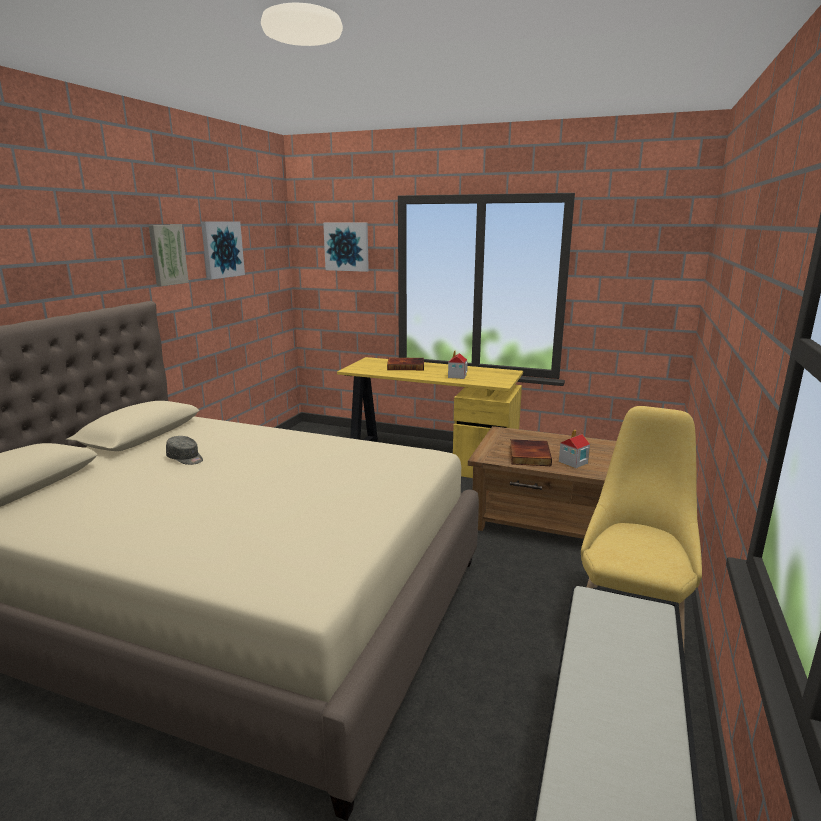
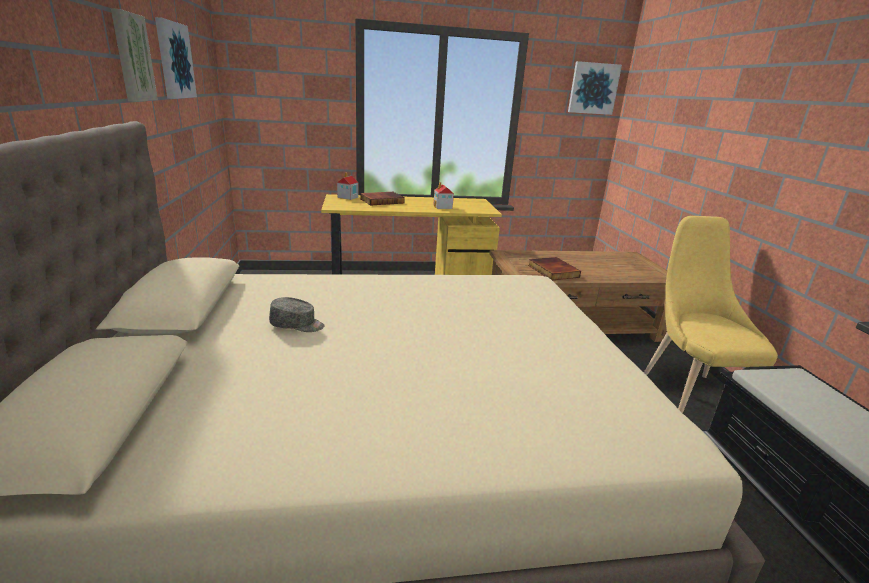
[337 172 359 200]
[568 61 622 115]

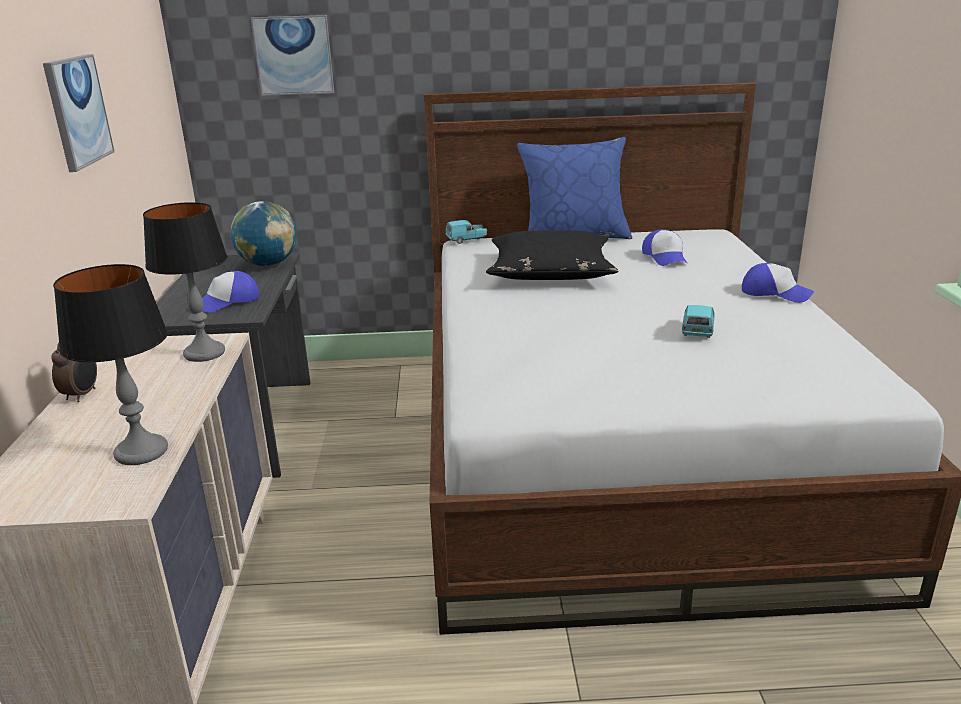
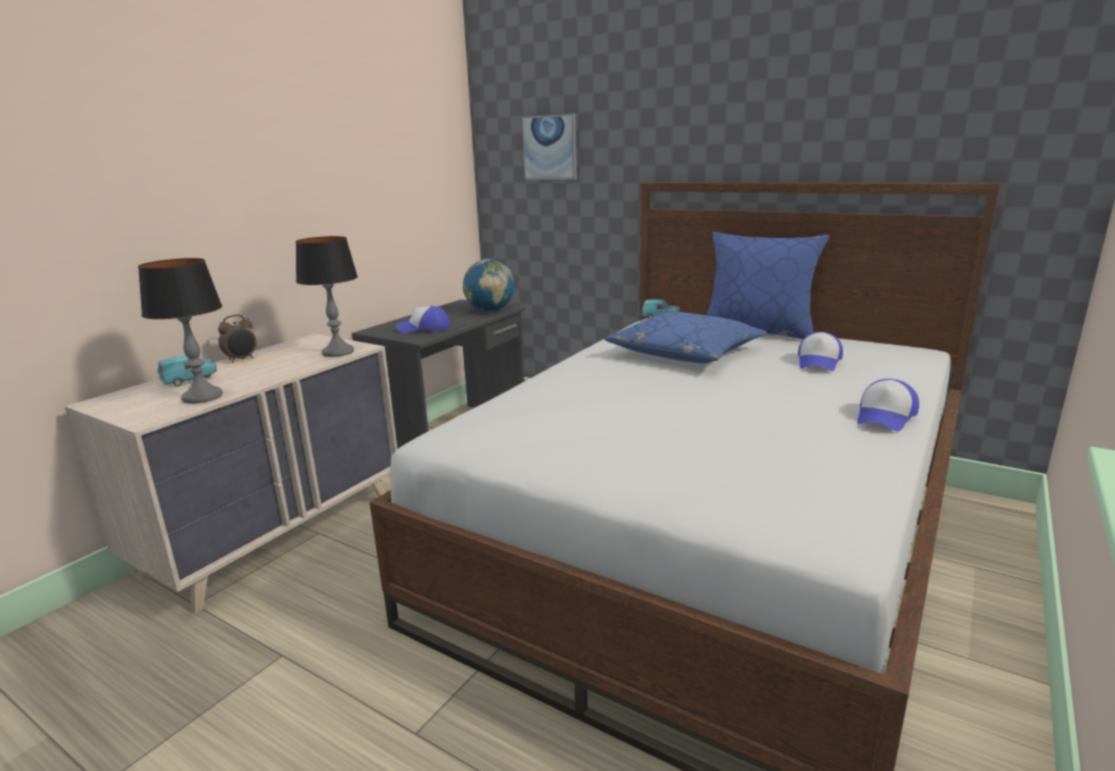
[157 356 217 387]
[604 312 767 363]
[857 379 919 431]
[43 54 114 172] (first image)

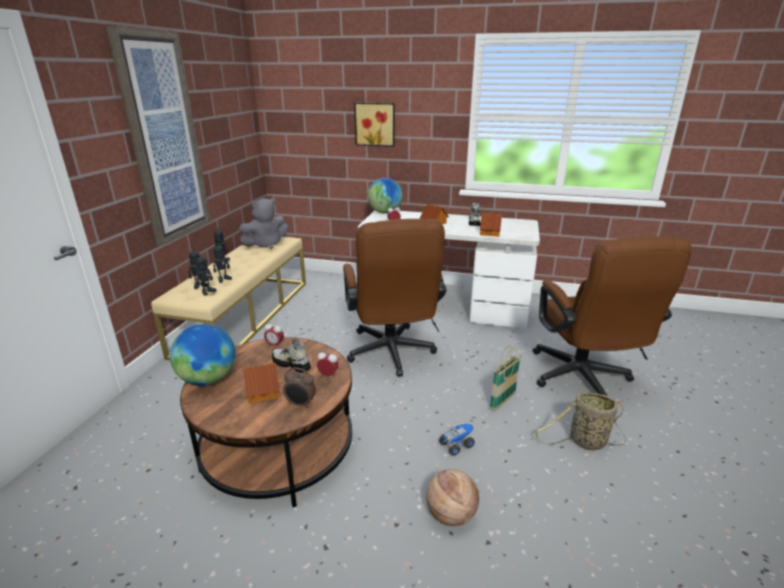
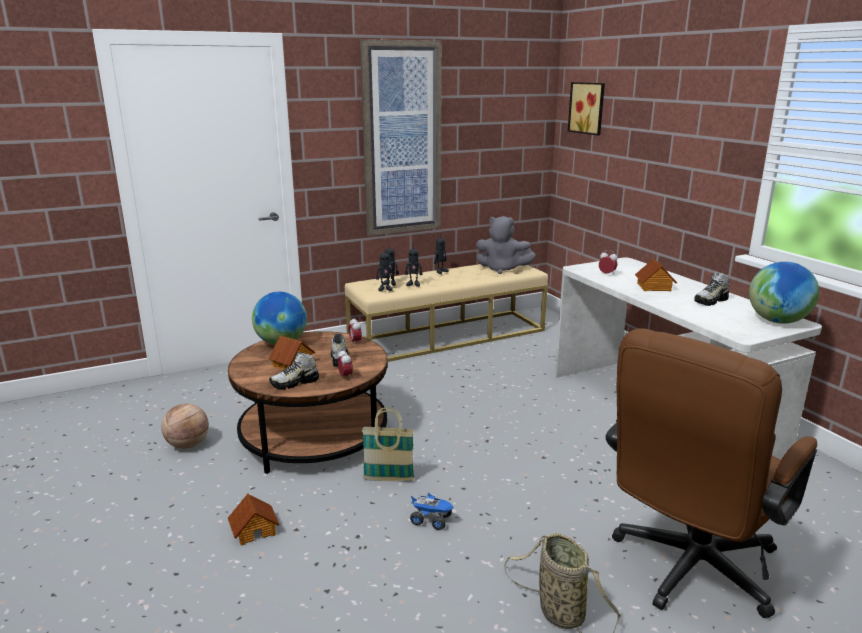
[161 403 209 448]
[228 493 280 546]
[269 352 319 390]
[362 407 415 481]
[568 82 605 135]
[749 262 819 324]
[343 219 446 377] (first image)

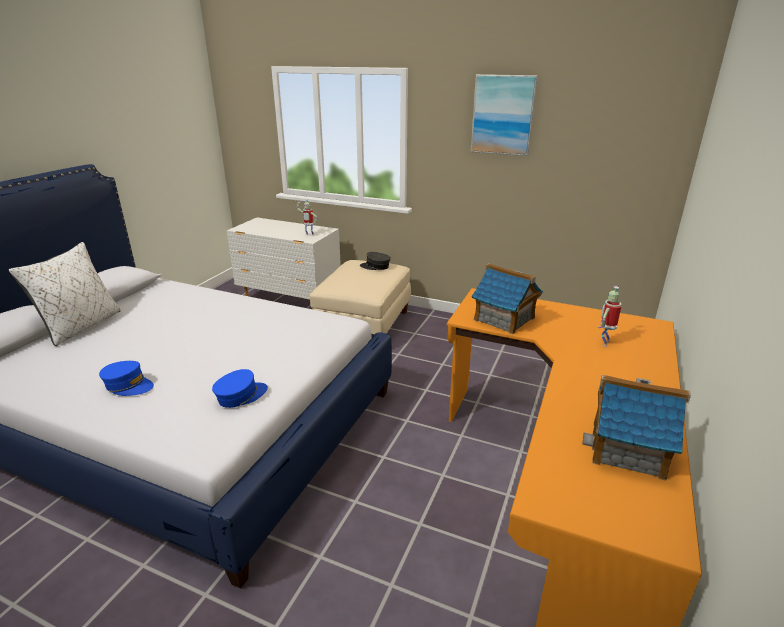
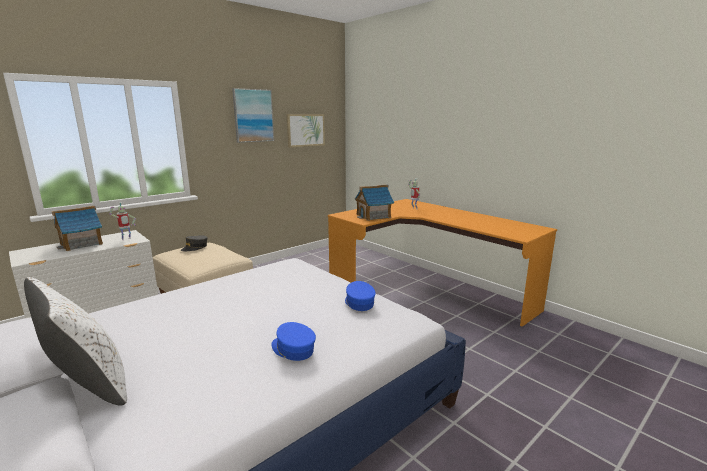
[52 206 103 251]
[271 322 316 361]
[287 114 325 148]

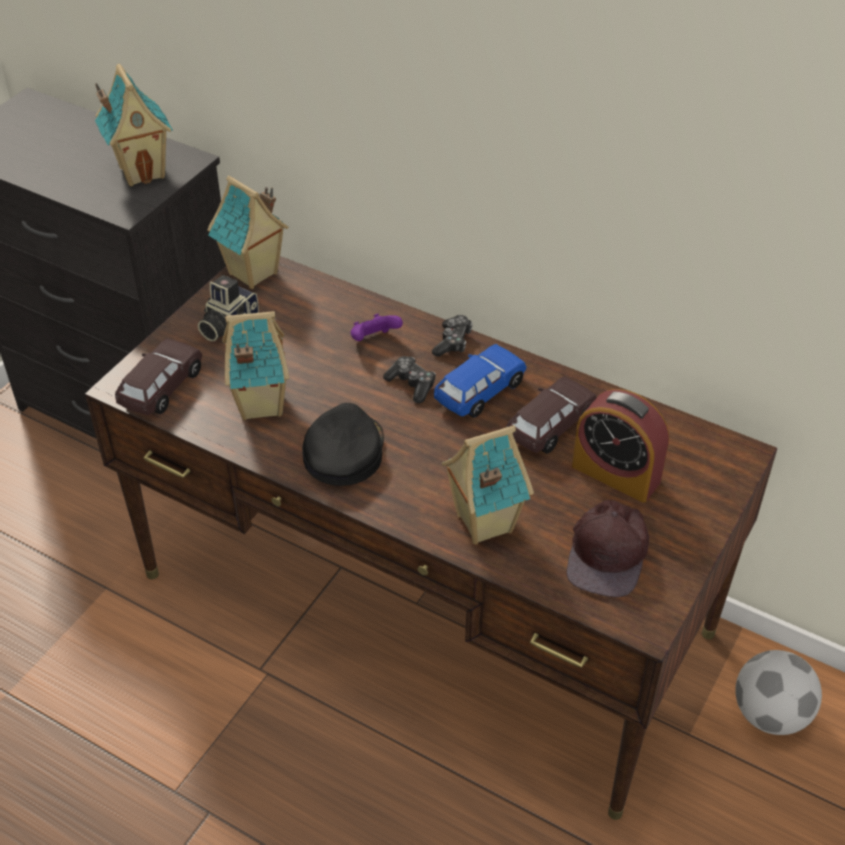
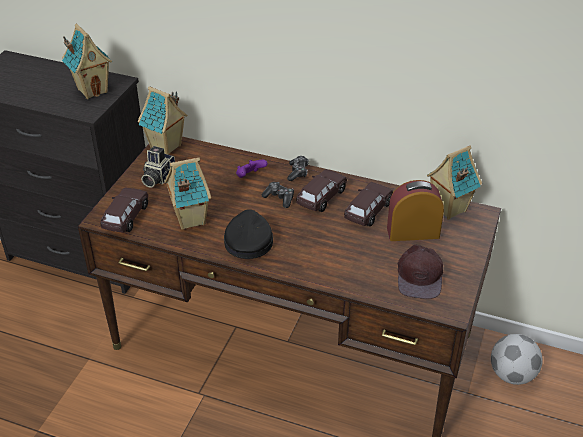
[296 169 347 212]
[387 180 444 241]
[427 146 482 220]

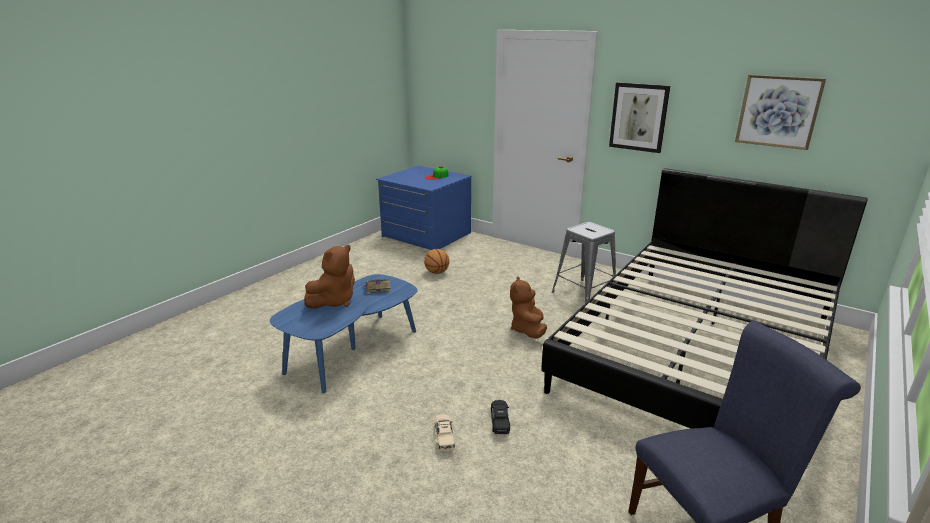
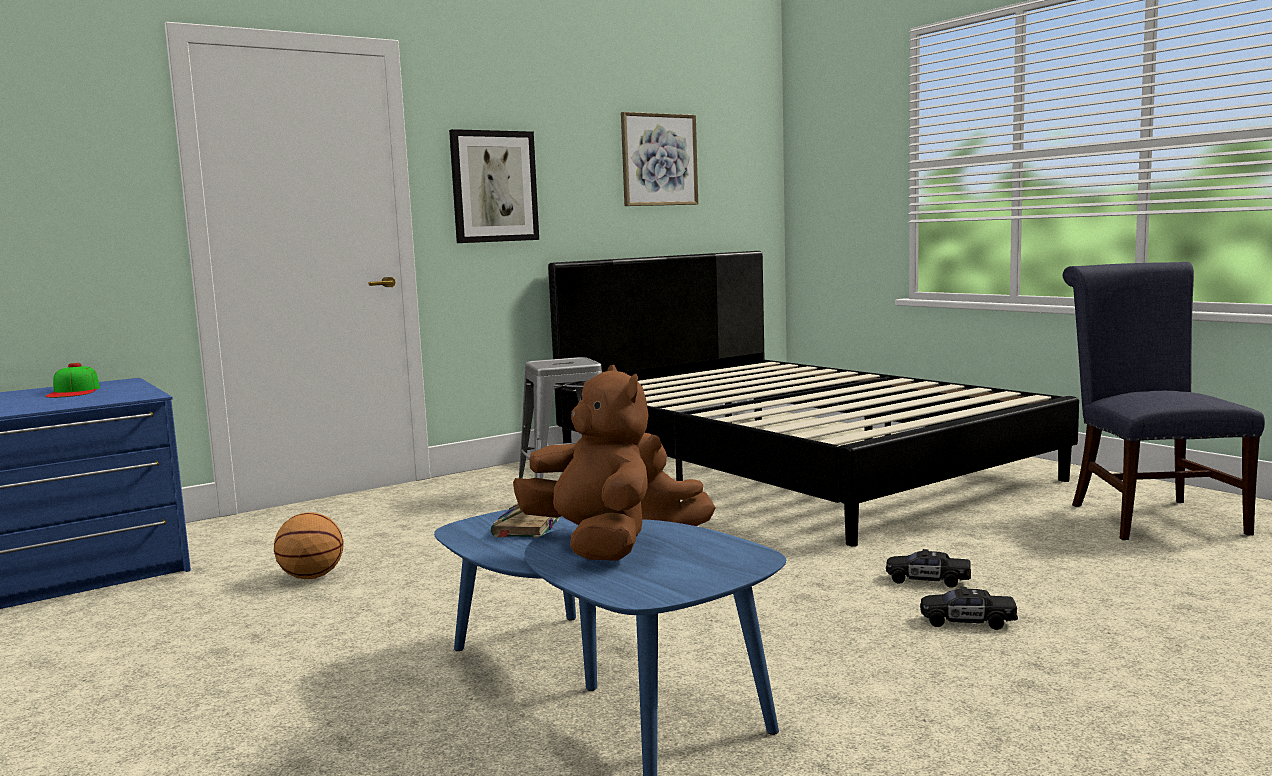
[920 587 1018 630]

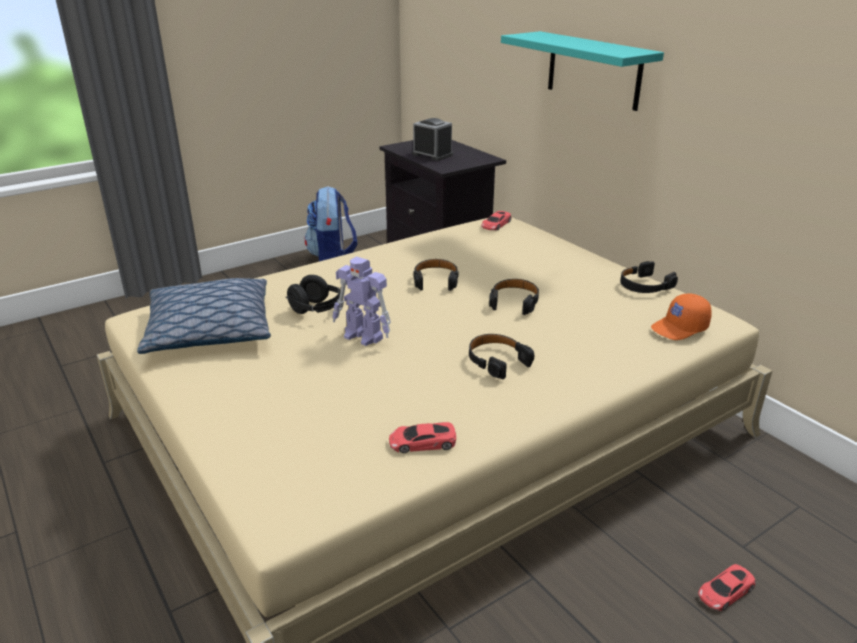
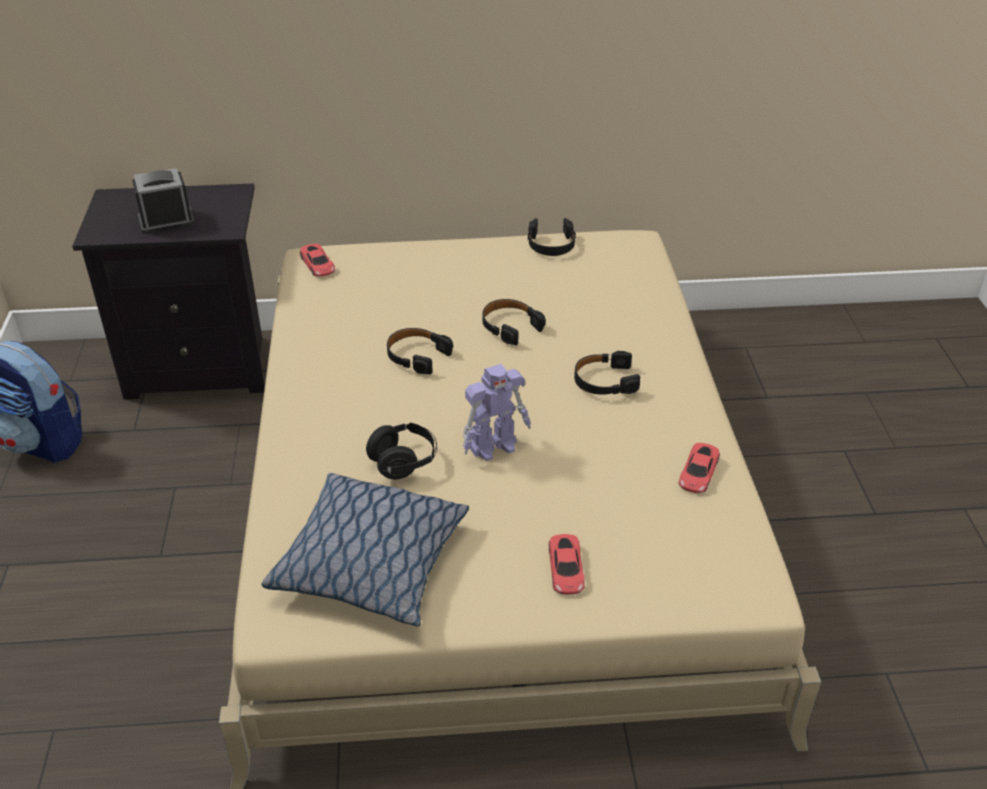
[549 534 585 595]
[501 31 664 111] (first image)
[651 294 712 340] (first image)

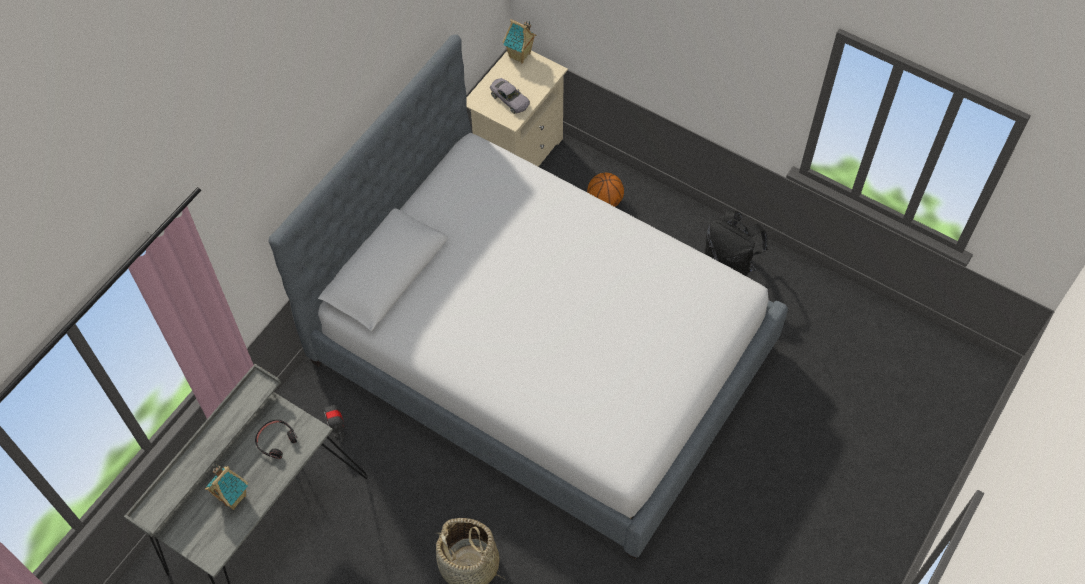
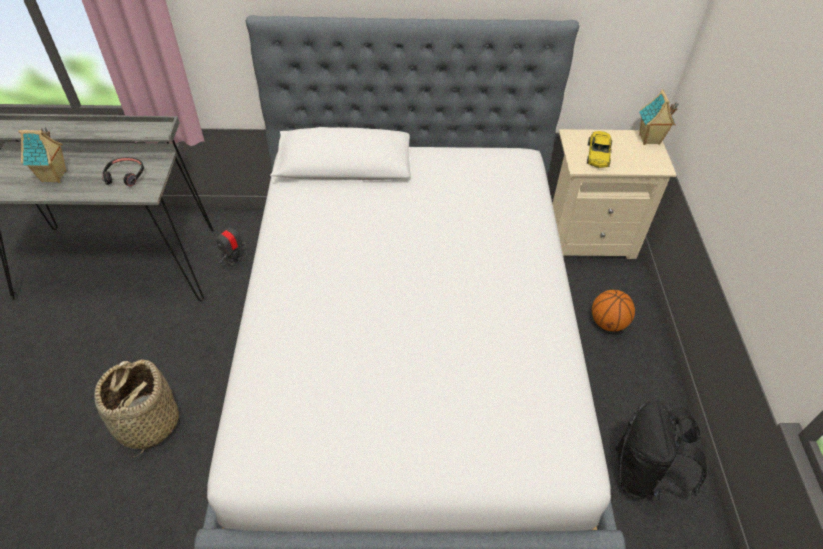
[587 131 612 168]

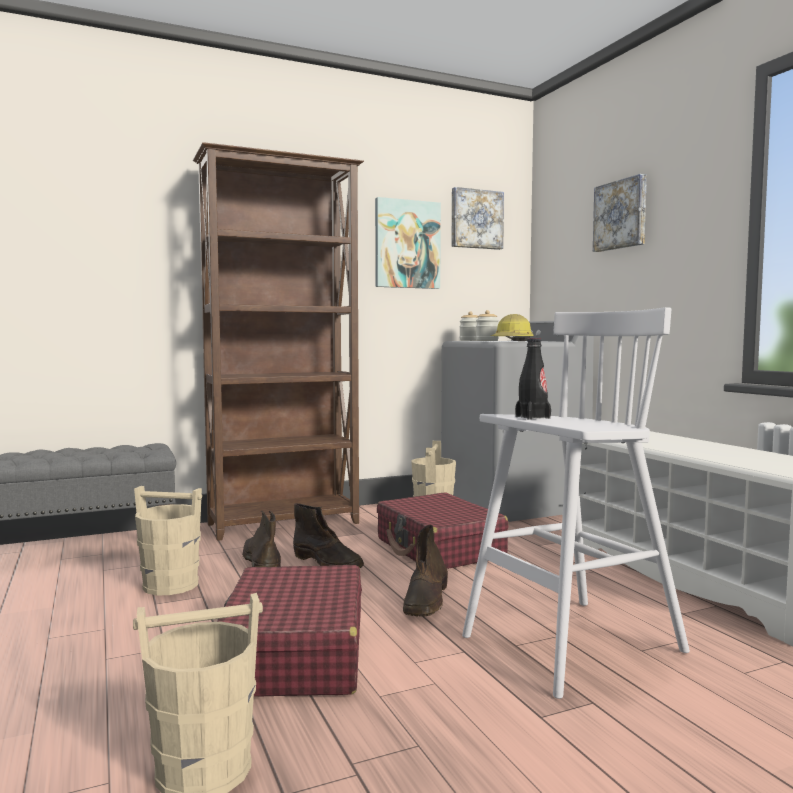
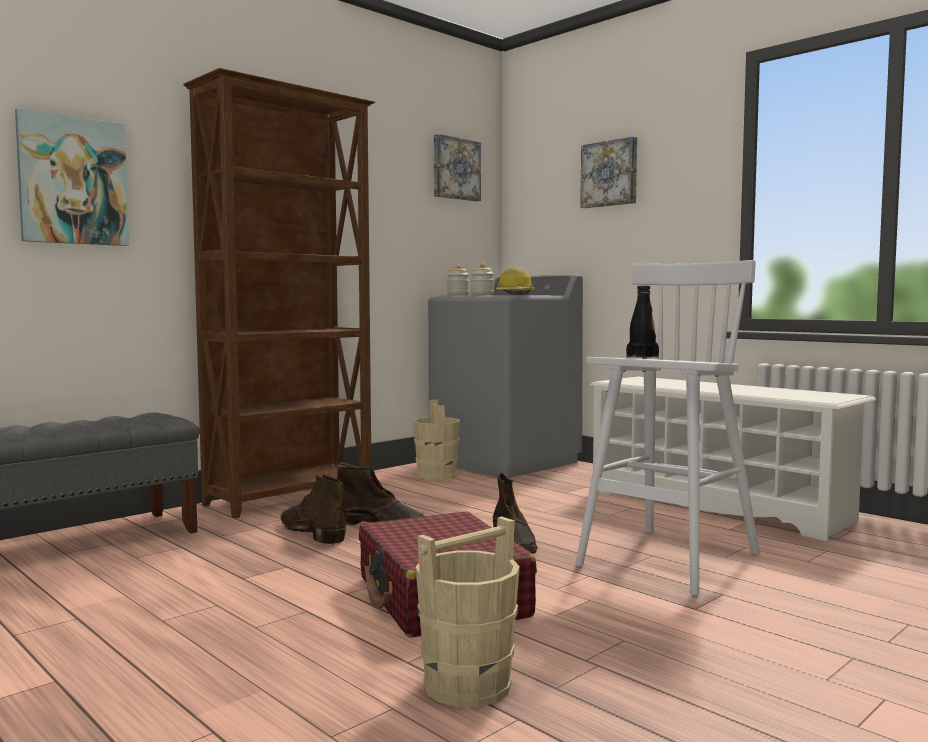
[15 108 129 246]
[134 486 202 595] (first image)
[377 492 509 569] (first image)

